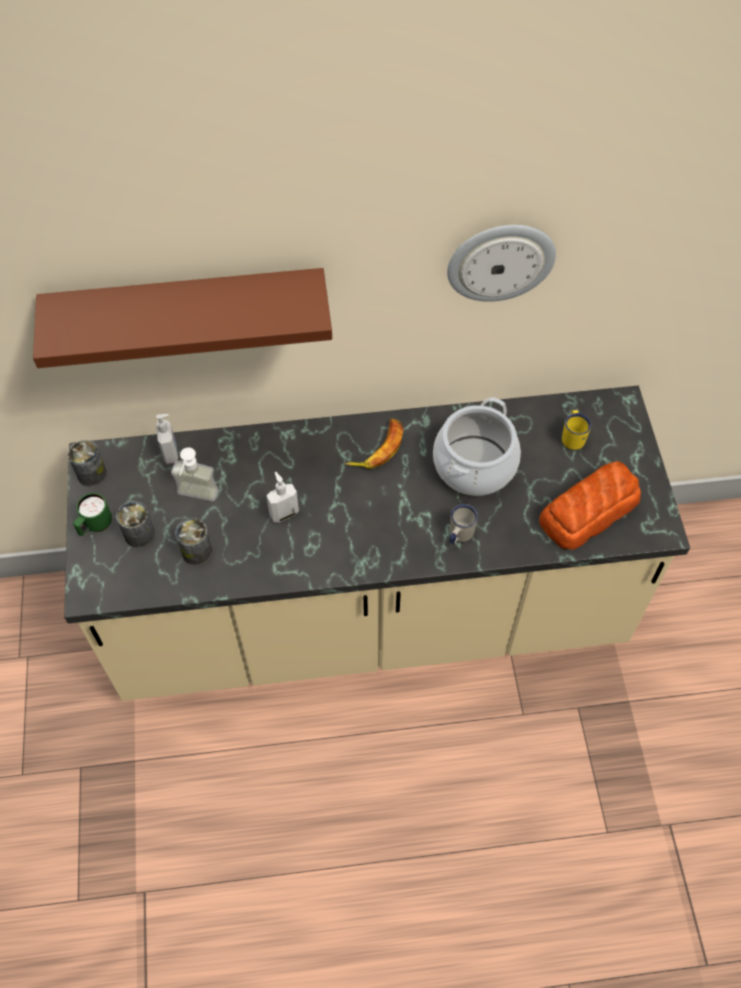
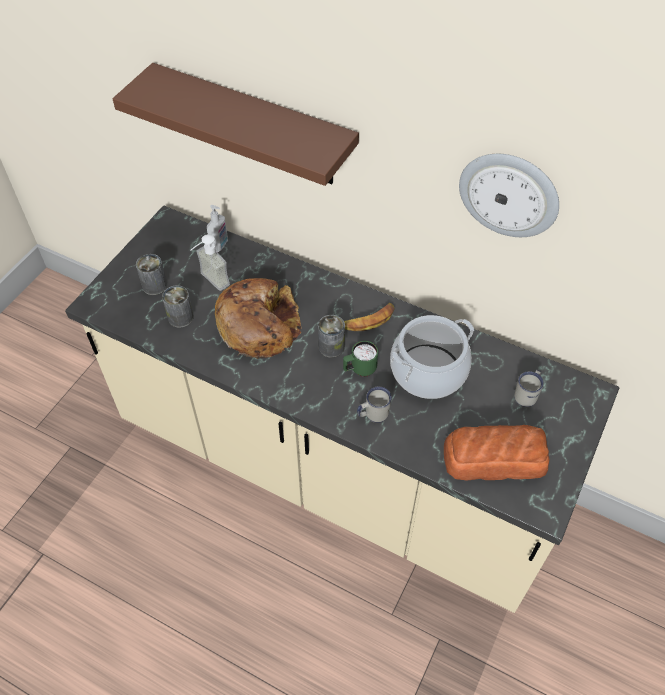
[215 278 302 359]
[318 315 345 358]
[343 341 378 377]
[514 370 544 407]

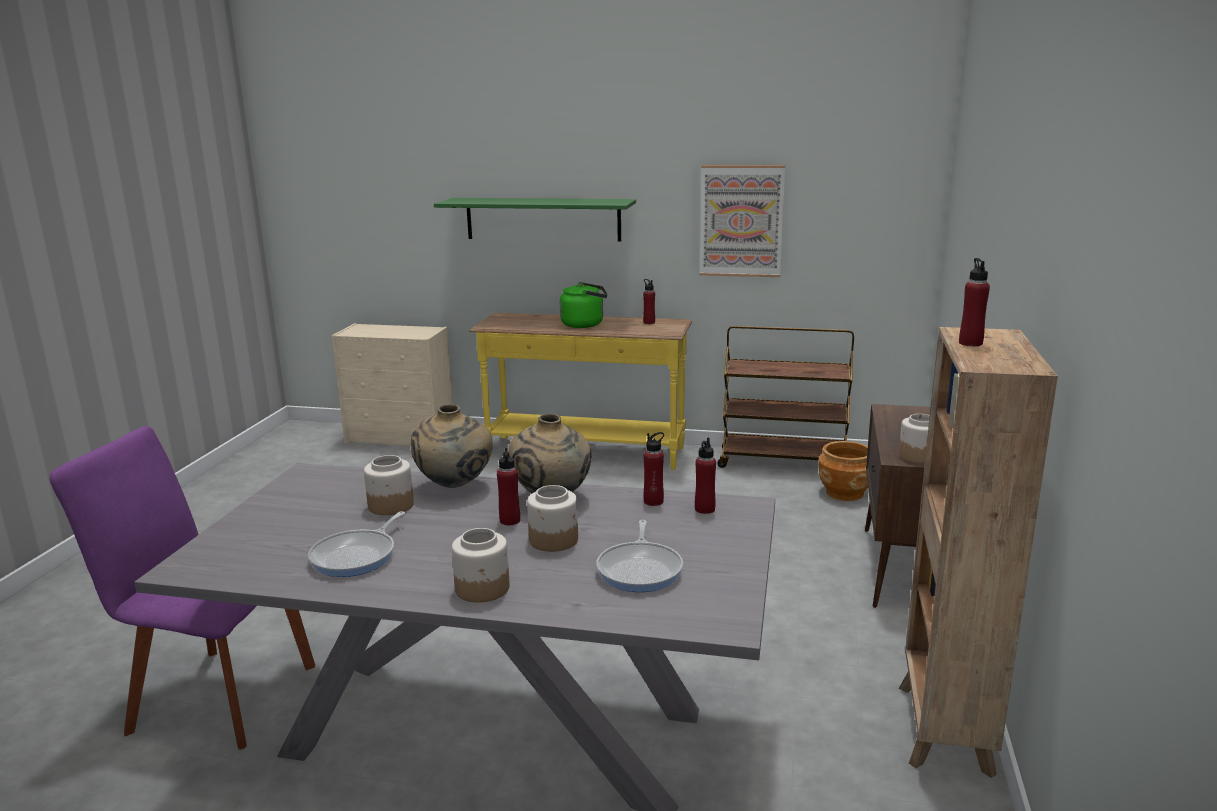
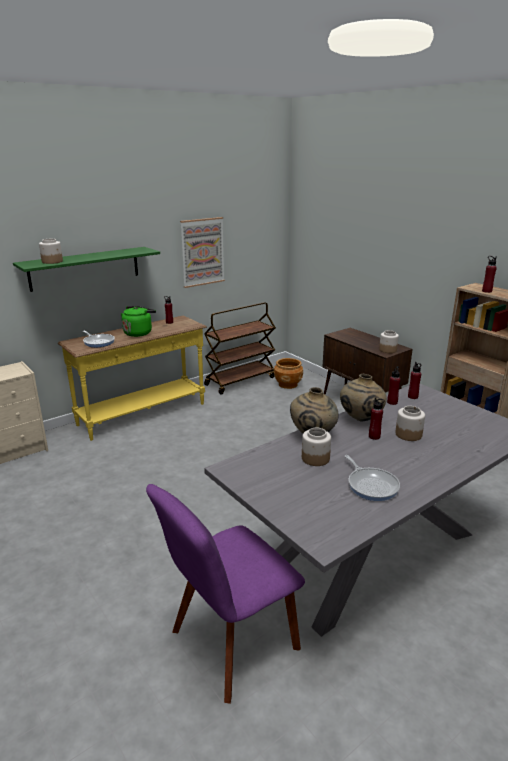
[39 239 63 264]
[82 331 115 347]

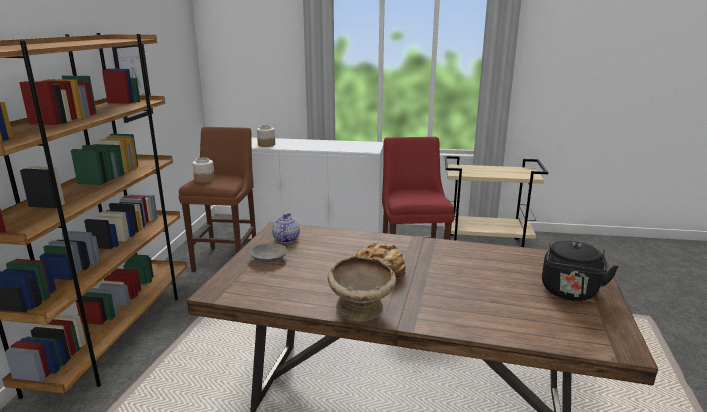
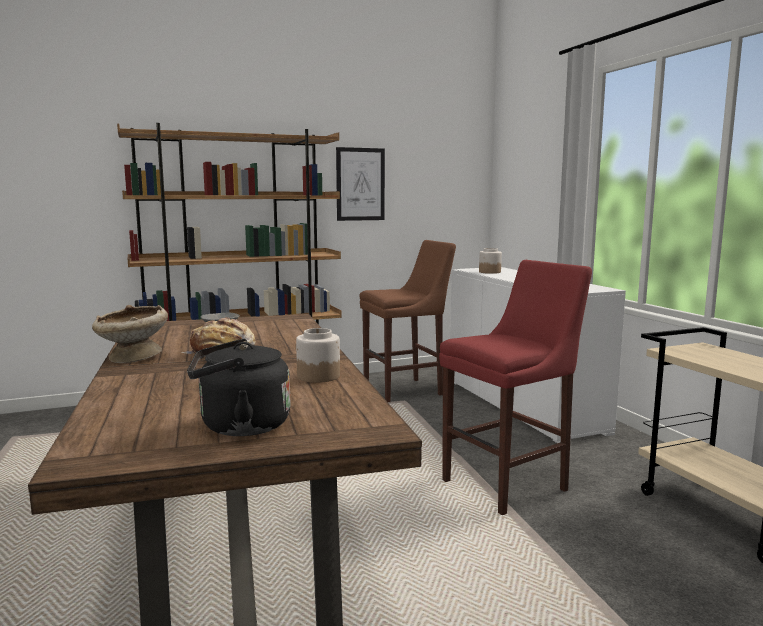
[296 328 340 383]
[272 213 300 243] (first image)

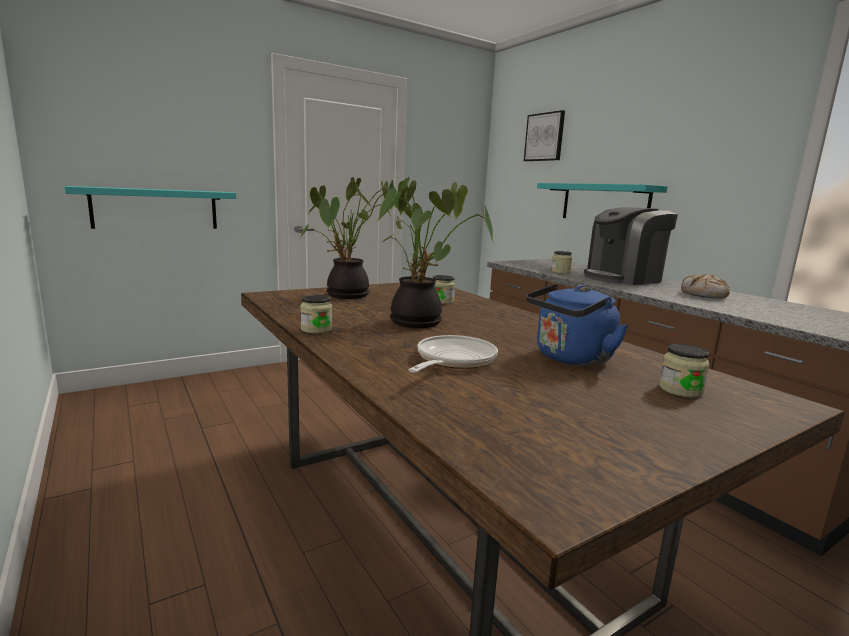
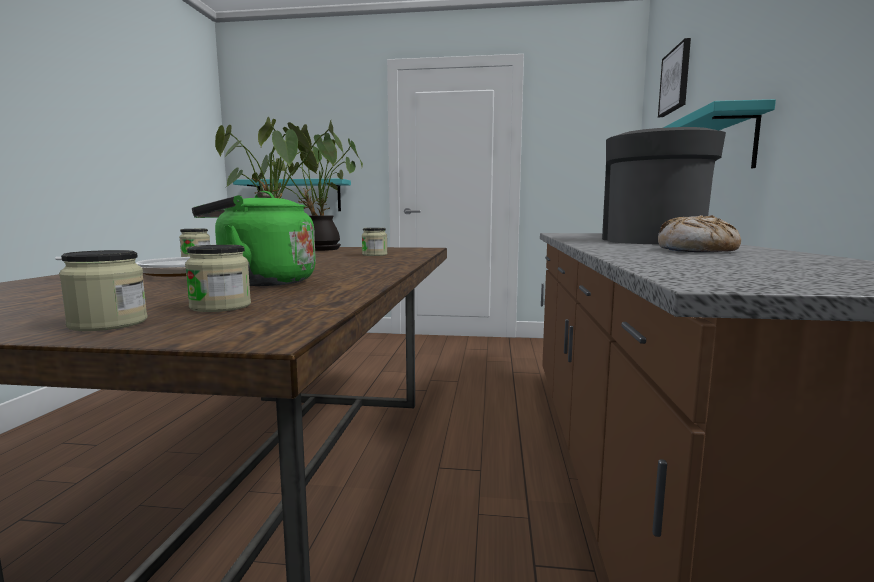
[59 250 148 331]
[192 191 316 286]
[602 127 726 245]

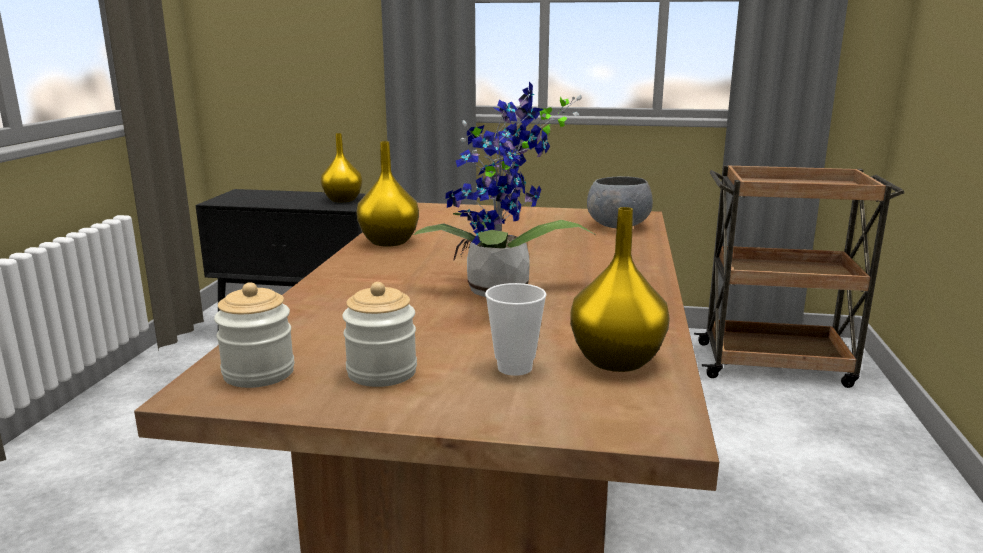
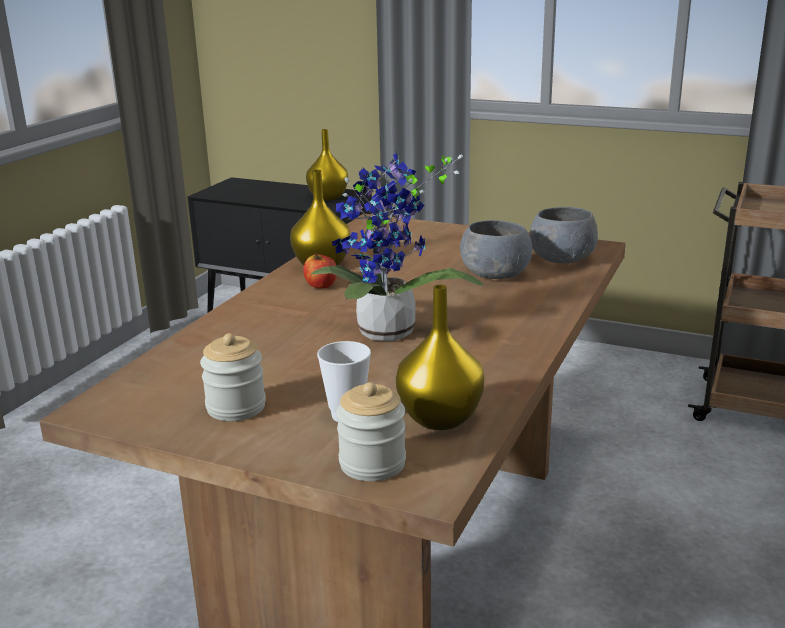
[303 253 337 289]
[336 382 406 481]
[460 220 532 279]

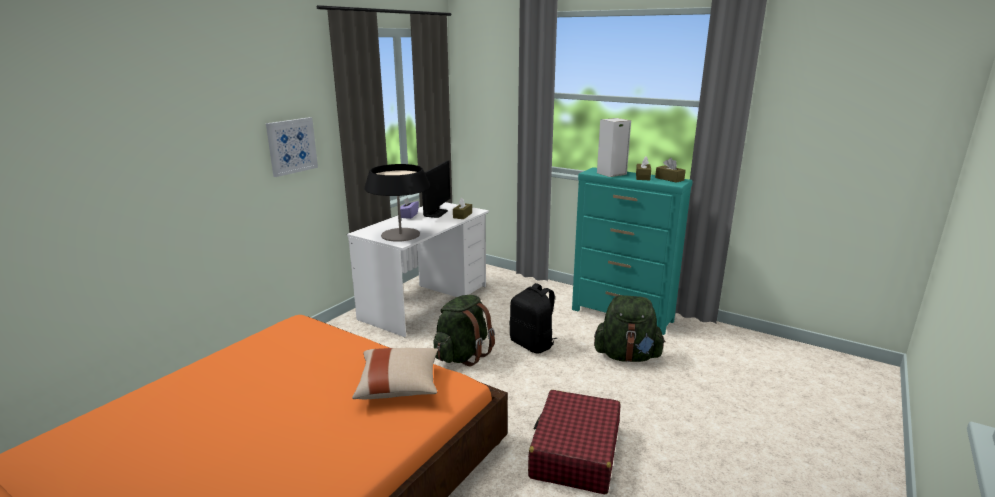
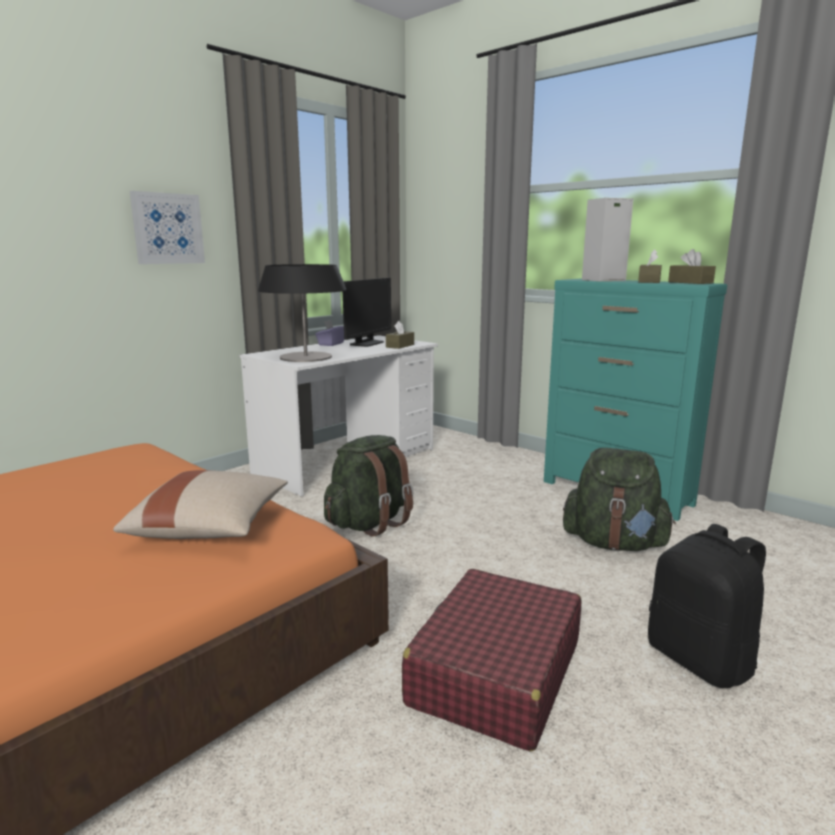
[648 524 766 688]

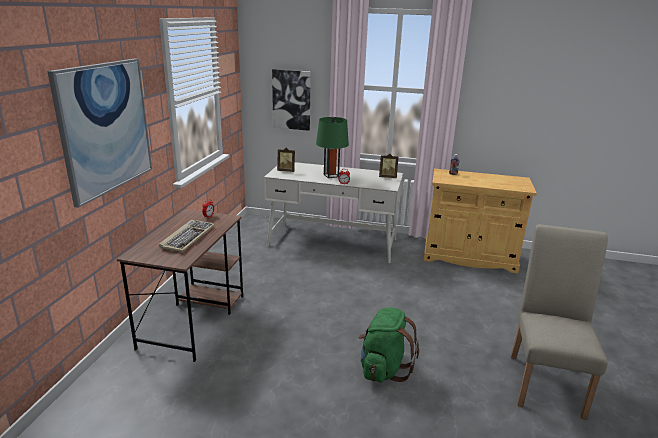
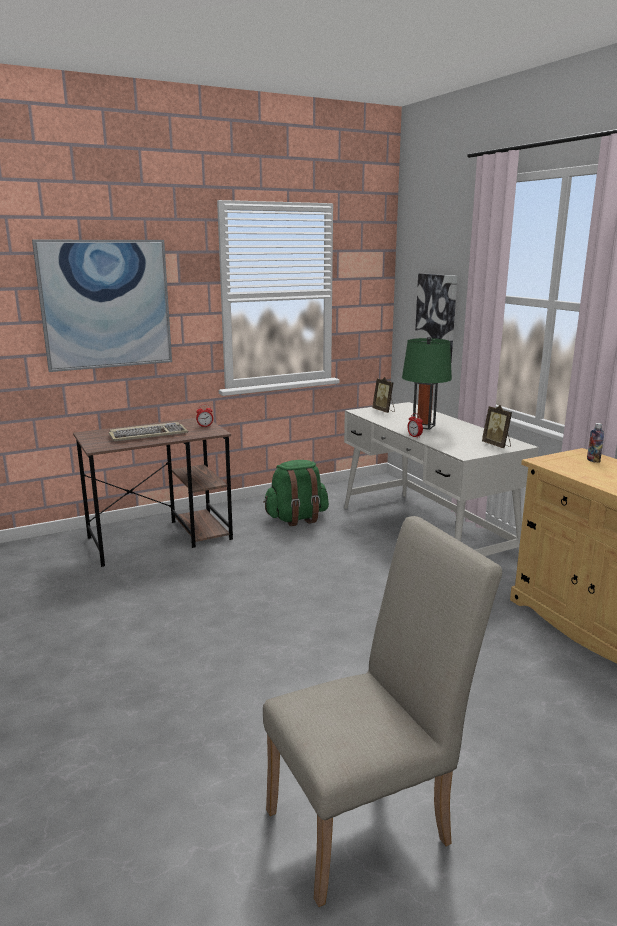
[263 460 329 526]

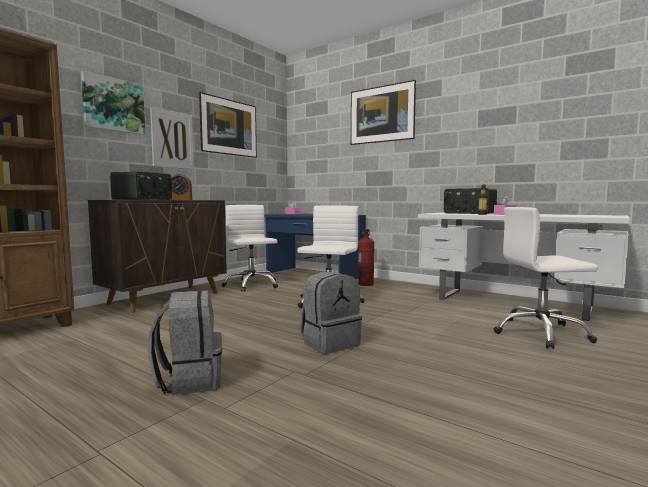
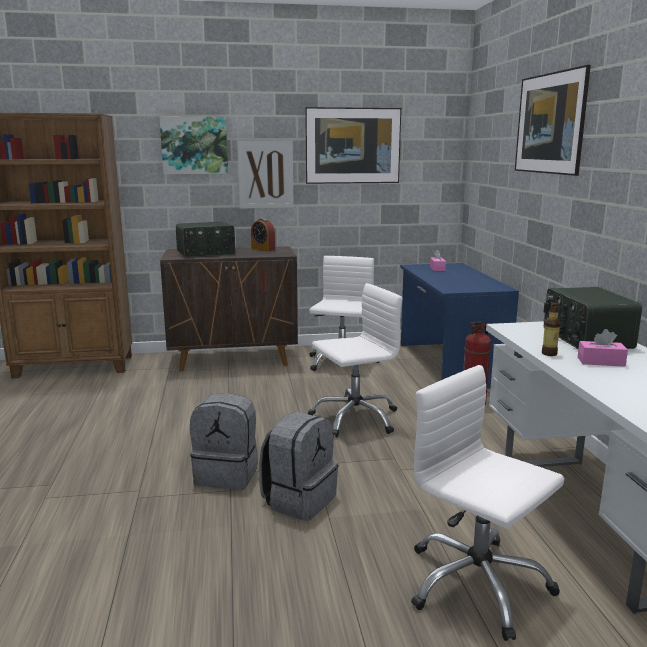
[259 412 339 521]

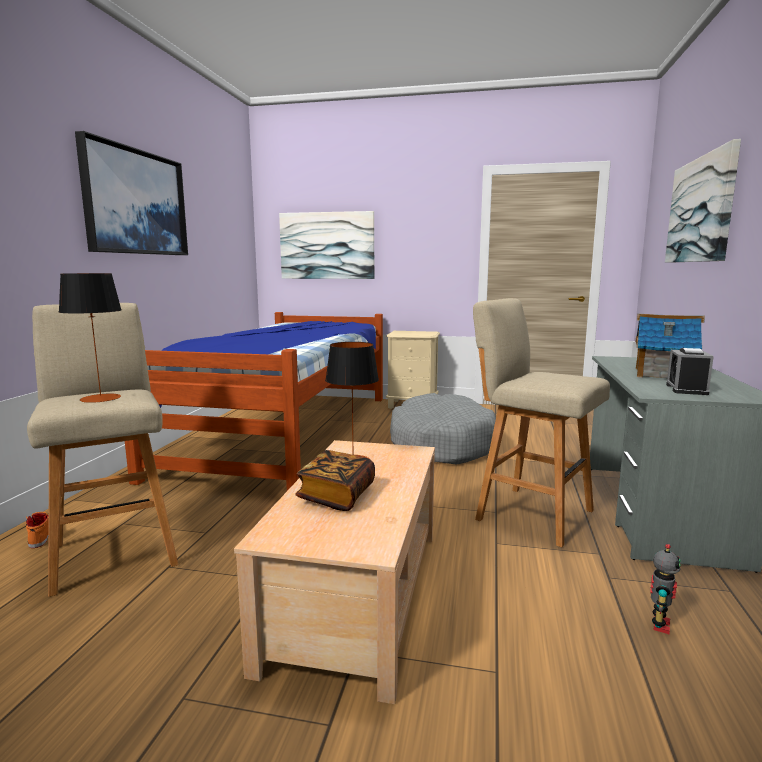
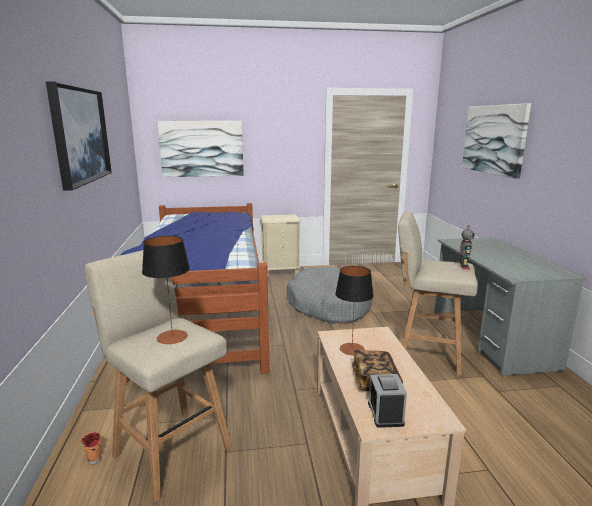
[368 374 407 428]
[460 225 475 270]
[636 314 705 378] (first image)

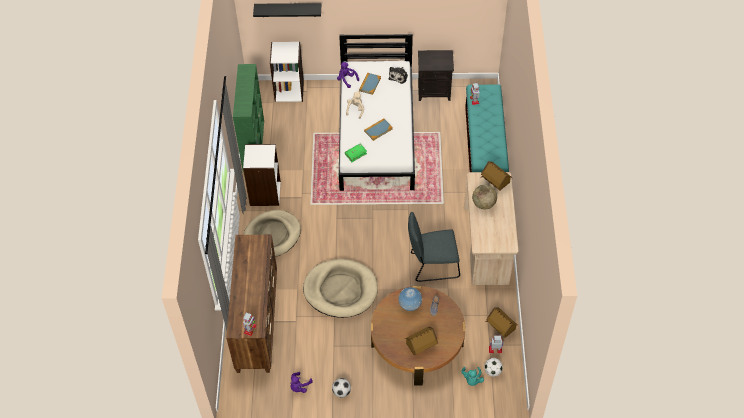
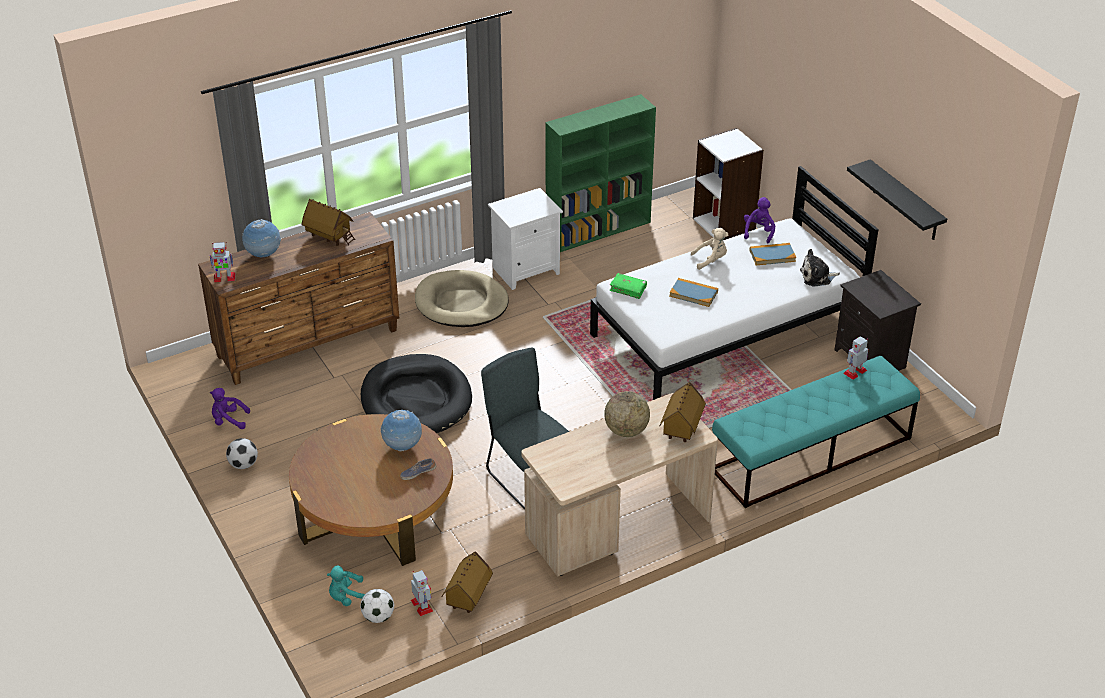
[242 219 281 258]
[301 199 355 246]
[361 354 472 433]
[488 188 563 290]
[847 159 947 240]

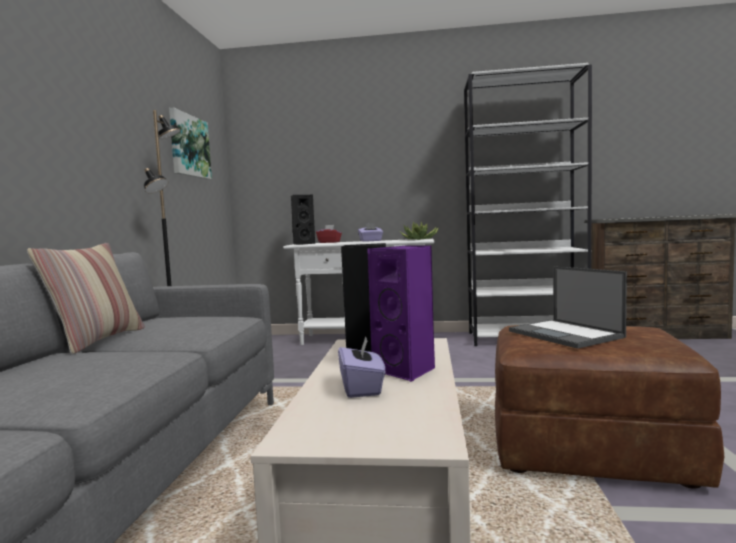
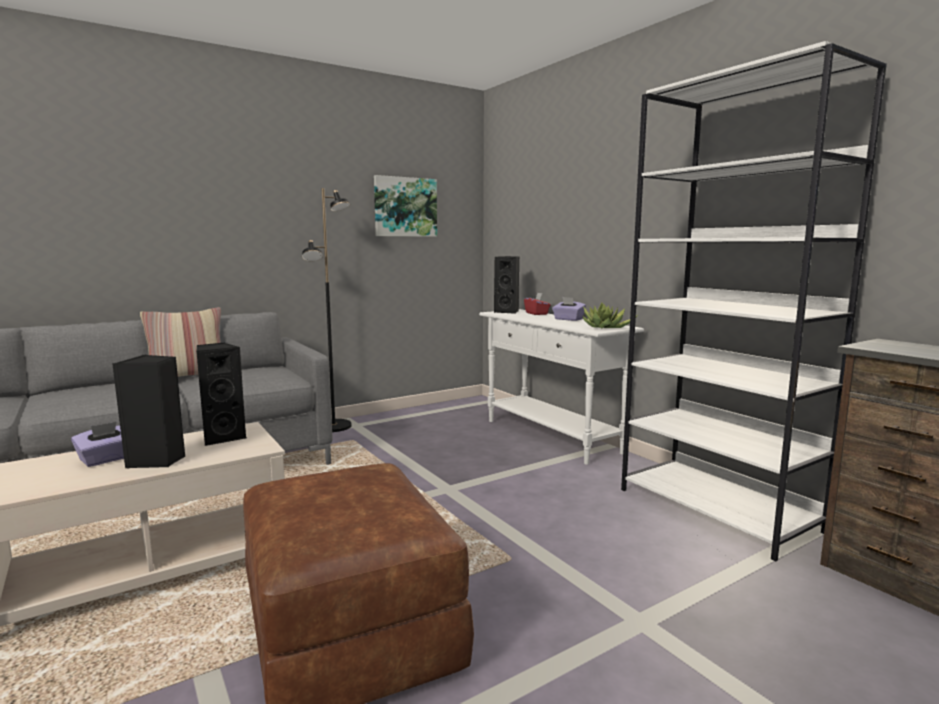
[112 355 186 468]
[509 266 627 349] (first image)

